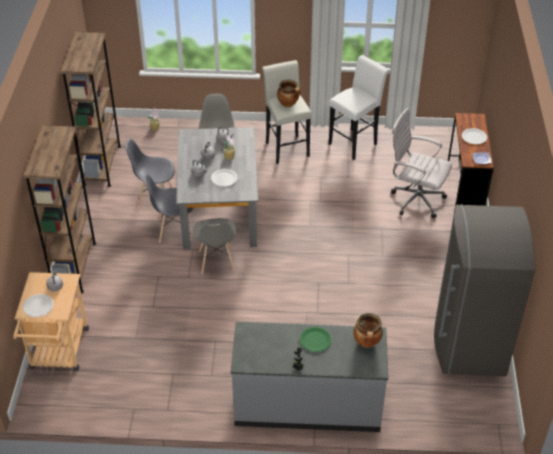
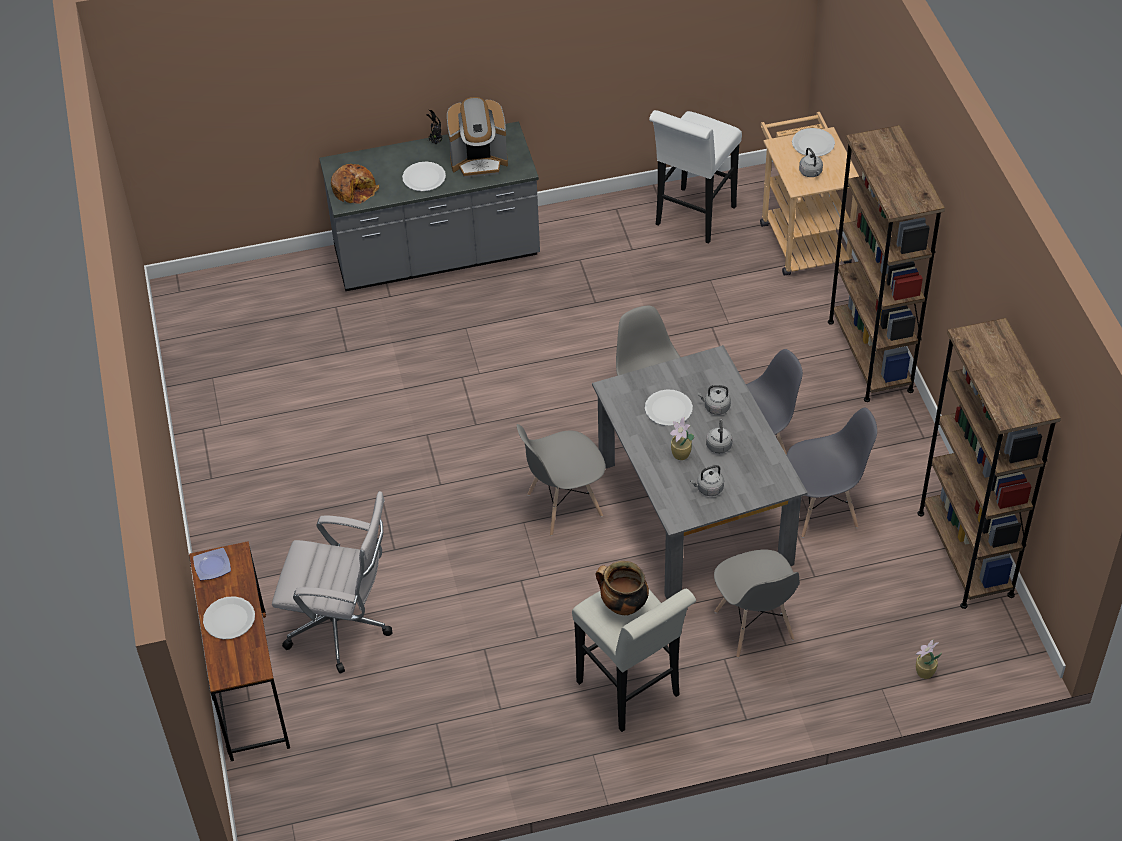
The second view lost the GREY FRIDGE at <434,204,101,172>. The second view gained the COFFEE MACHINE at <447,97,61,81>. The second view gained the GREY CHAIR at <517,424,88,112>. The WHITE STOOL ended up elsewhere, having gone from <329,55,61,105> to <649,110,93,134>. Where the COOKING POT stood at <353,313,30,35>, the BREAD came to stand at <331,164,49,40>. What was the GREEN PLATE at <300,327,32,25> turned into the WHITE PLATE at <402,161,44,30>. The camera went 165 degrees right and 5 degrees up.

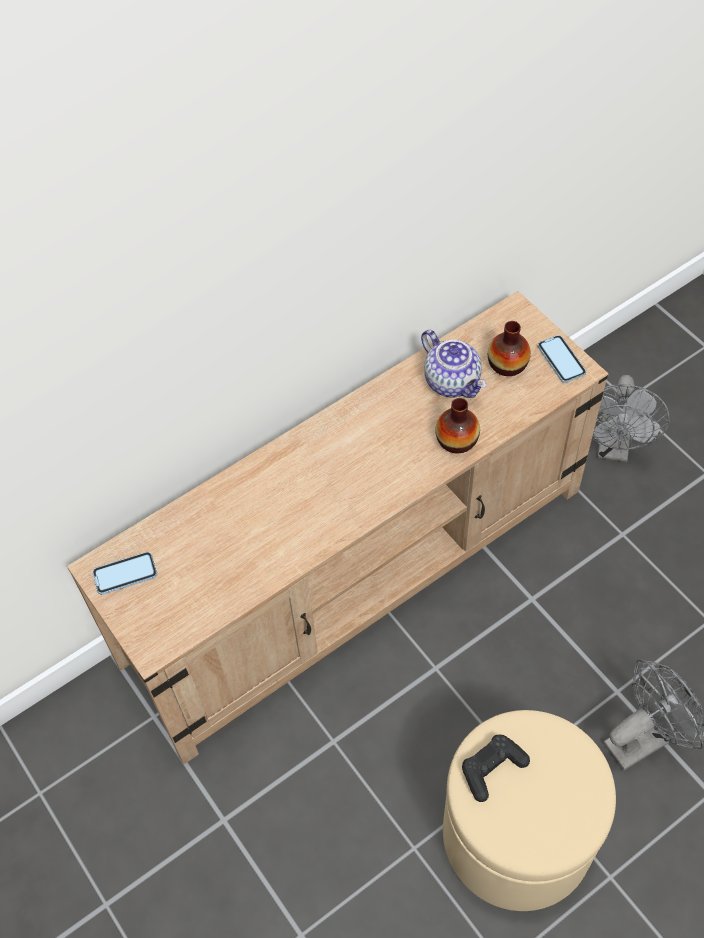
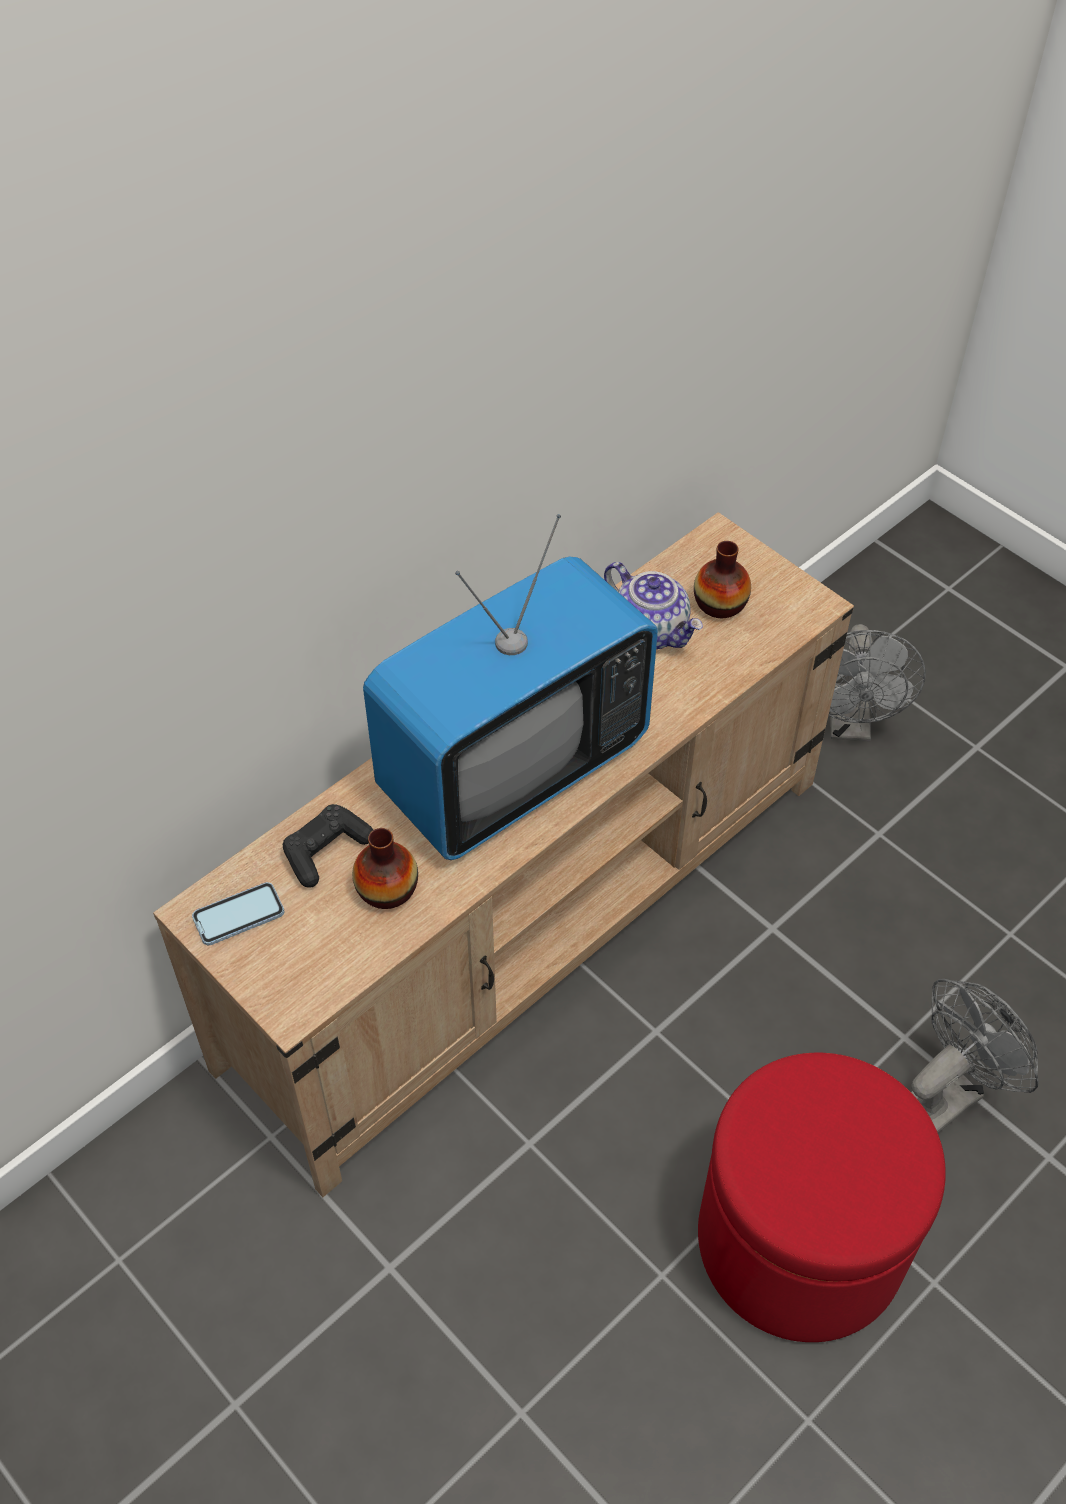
The second view lost the PHONE at <538,335,48,48>. The second view gained the TELEVISION at <363,514,295,346>. The VASE ended up elsewhere, having gone from <435,398,45,55> to <352,828,66,81>. The BLACK GAME CONTROLLER ended up elsewhere, having gone from <462,735,68,67> to <283,804,90,84>. What was the BEIGE OTTOMAN at <443,710,173,201> turned into the RED OTTOMAN at <698,1053,248,289>. The camera went 10 degrees left and 5 degrees down.

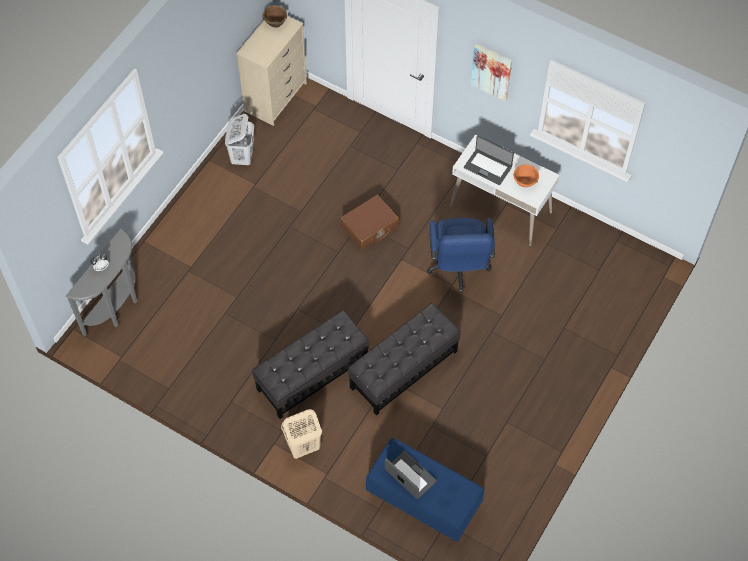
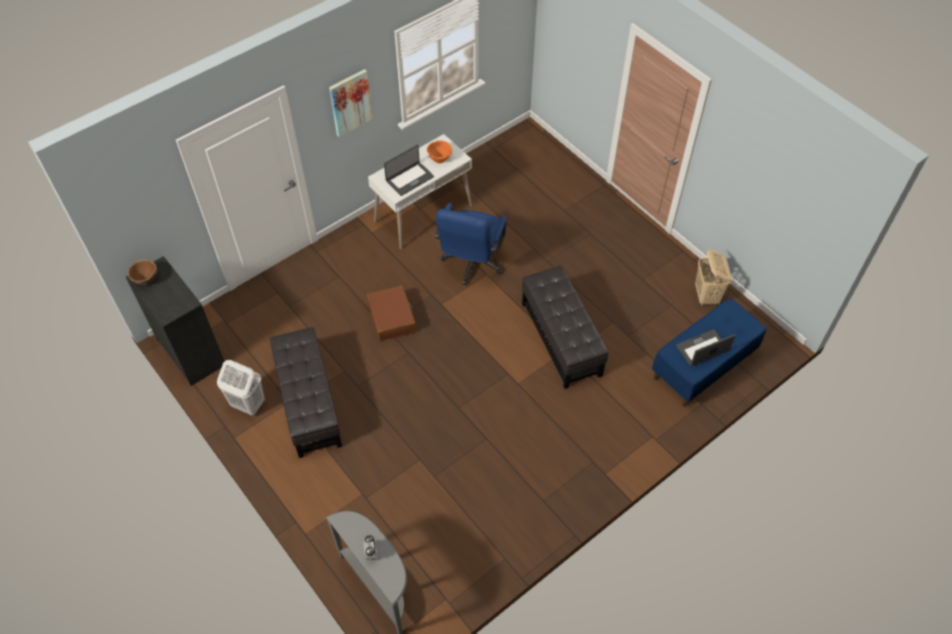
The BLACK OTTOMAN ended up elsewhere, having gone from <252,311,117,108> to <270,327,72,131>. The BEIGE LAUNDRY BASKET ended up elsewhere, having gone from <281,409,41,50> to <695,249,37,57>. What was the BEIGE DRESSER at <236,16,71,110> turned into the BLACK DRESSER at <126,256,99,130>. The BLUE OFFICE CHAIR at <427,218,68,75> ended up facing another way, 90 degrees clockwise from before. The camera went 70 degrees left and 5 degrees down.

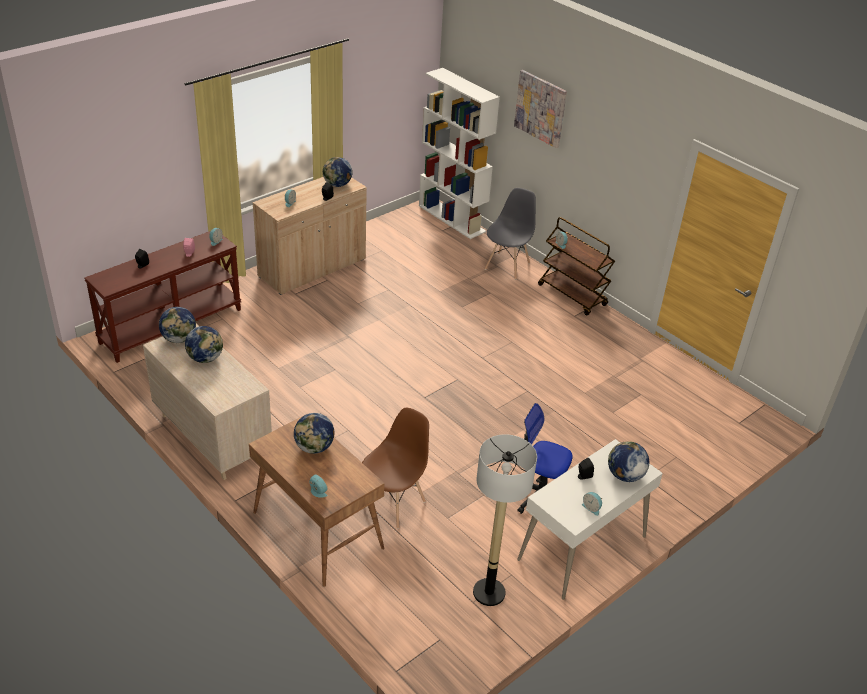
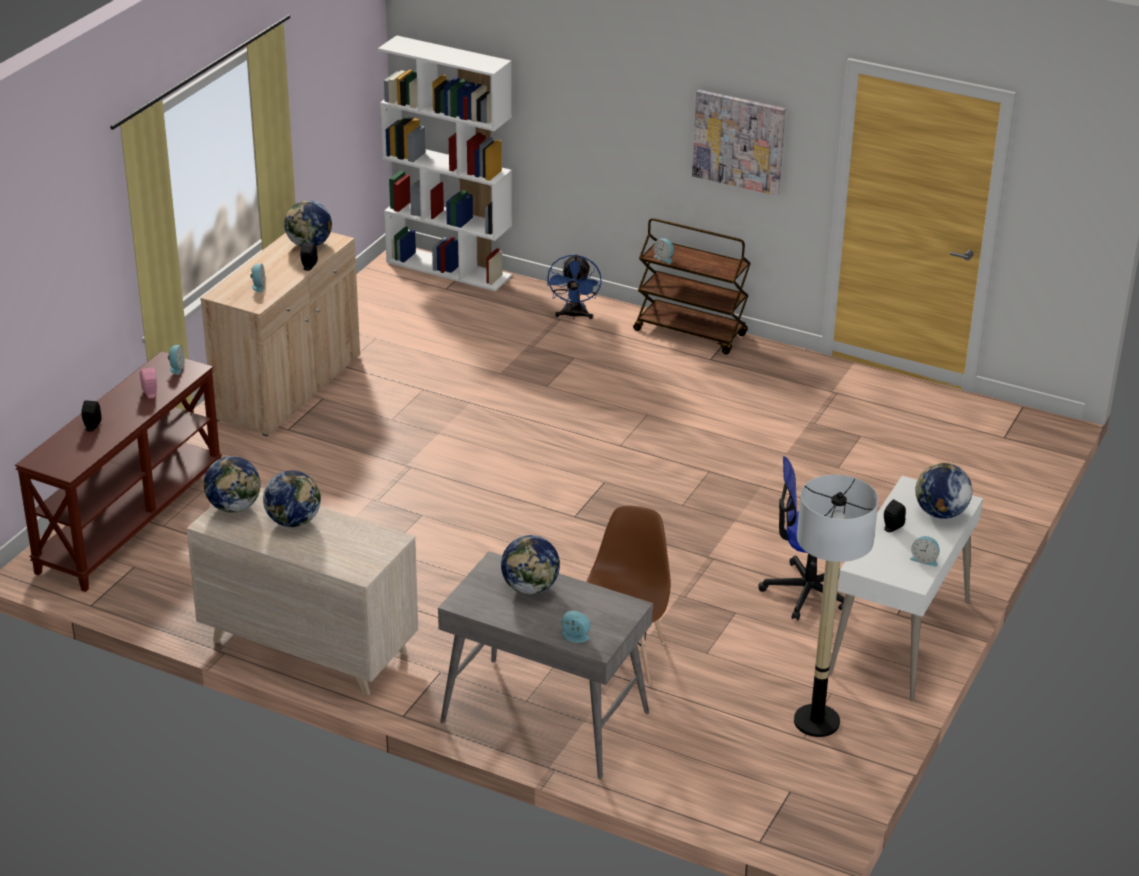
The PICTURE ended up elsewhere, having gone from <514,70,53,78> to <692,90,94,106>. Where the GREY CHAIR stood at <485,188,51,92>, the BLUE FAN came to stand at <547,254,55,65>. What was the BROWN DESK at <249,416,136,171> turned into the GREY DESK at <438,551,215,228>. The camera went 20 degrees left and 5 degrees down.

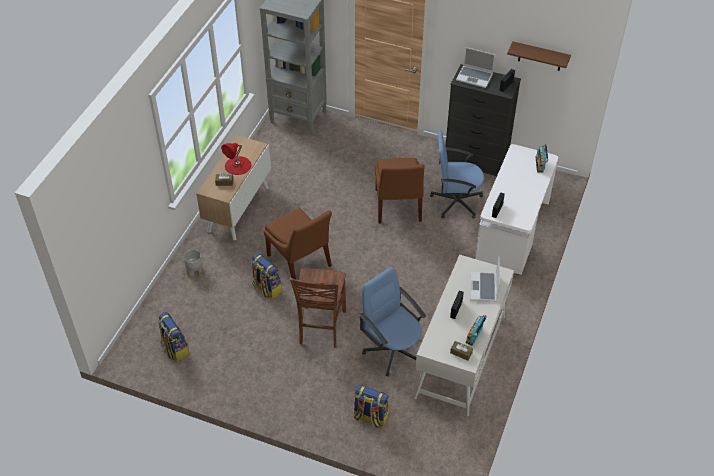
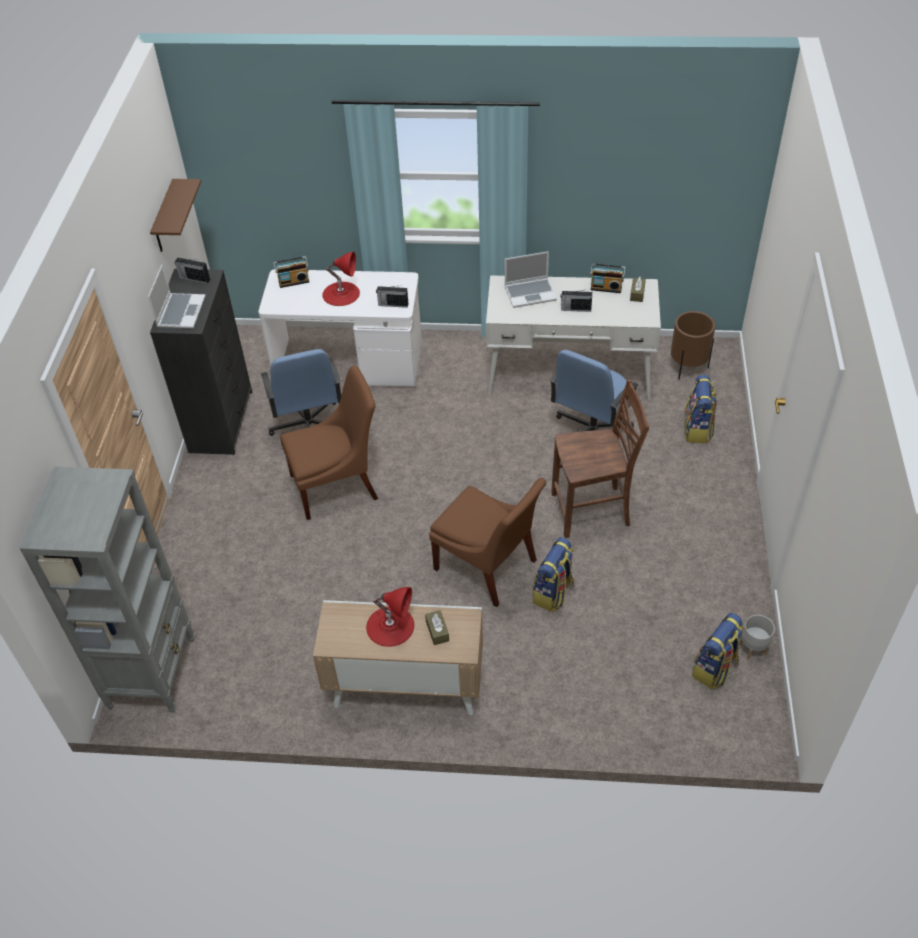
The second view gained the RED TABLE LAMP at <322,252,38,54>. The second view gained the BROWN PLANTER at <671,311,44,68>. The GREY PLANTER ended up elsewhere, having gone from <183,249,20,28> to <740,615,35,44>. The BROWN CHAIR at <264,208,68,71> ended up facing another way, 90 degrees clockwise from before. The camera went 105 degrees left and 0 degrees up.

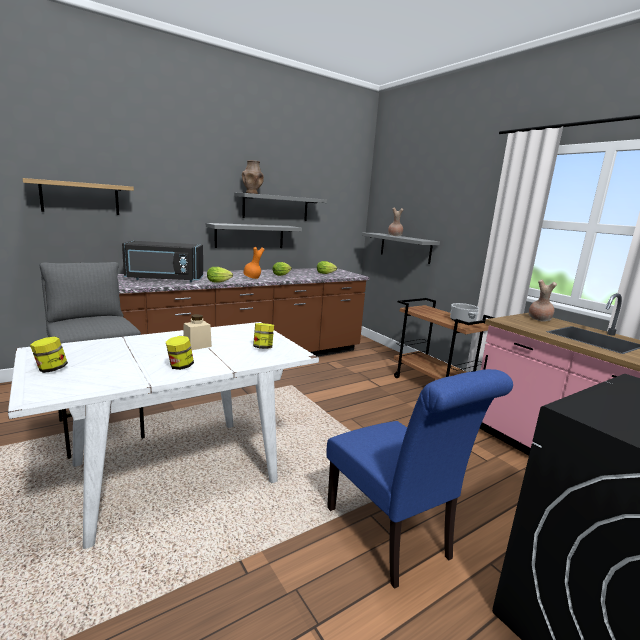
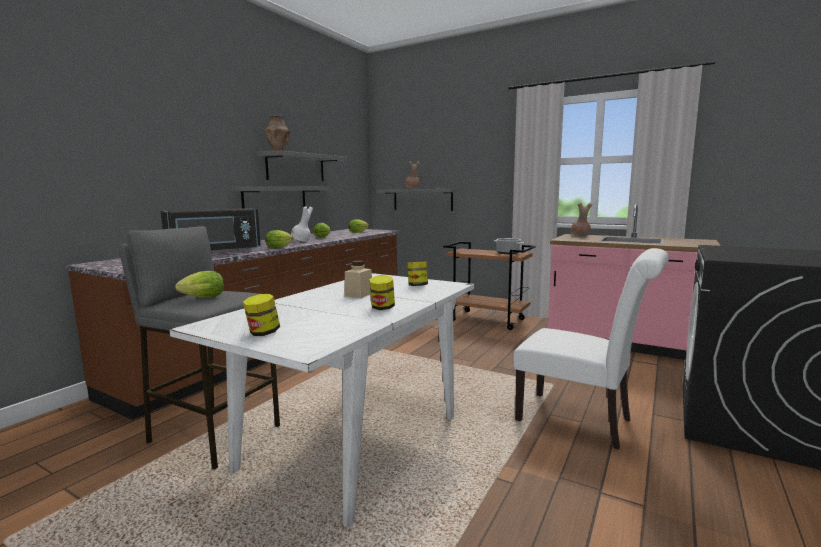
The second view lost the SHELF at <22,178,112,37>. The second view gained the LETTUCE at <175,271,49,27>. What was the ORANGE VASE at <243,247,22,32> turned into the WHITE VASE at <291,206,22,36>. What was the BLUE CHAIR at <327,369,186,220> turned into the WHITE CHAIR at <513,248,156,202>. The camera went 25 degrees left and 5 degrees down.

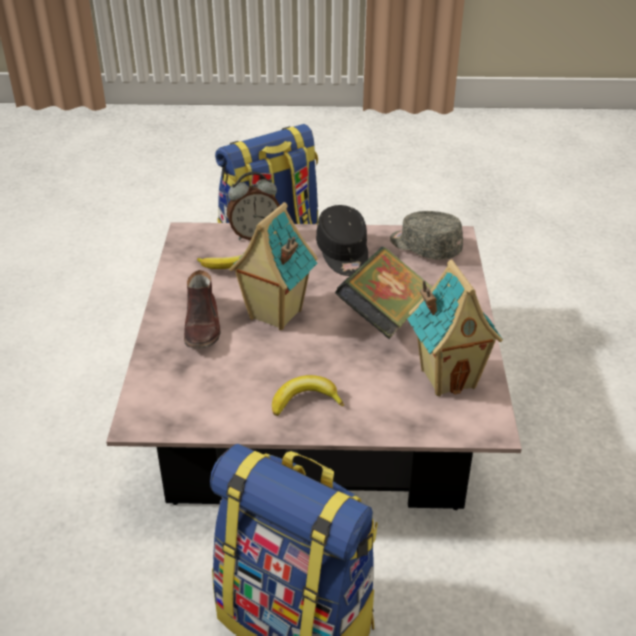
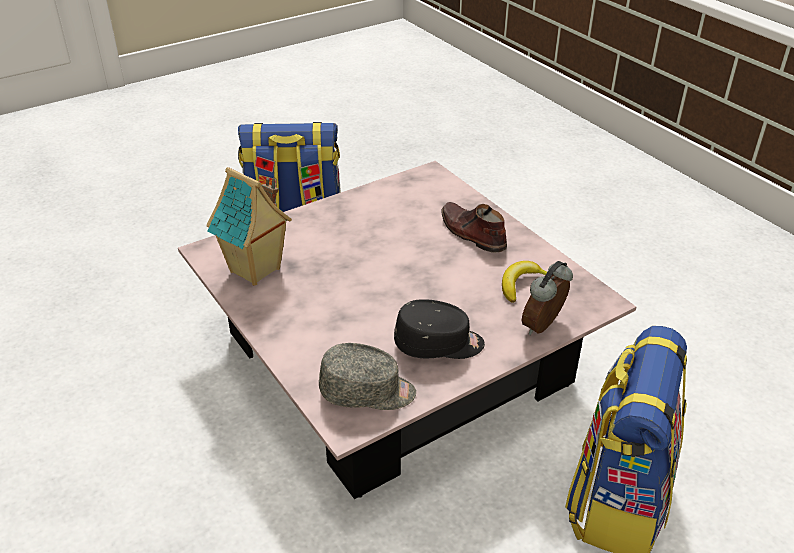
The second view lost the TOY HOUSE at <229,202,89,128>. The second view lost the BANANA at <272,375,72,41>. The second view lost the BOOK at <335,247,98,92>. The BLACK CAP at <316,205,52,71> ended up facing another way, 135 degrees clockwise from before. The camera went 145 degrees right and 0 degrees up.

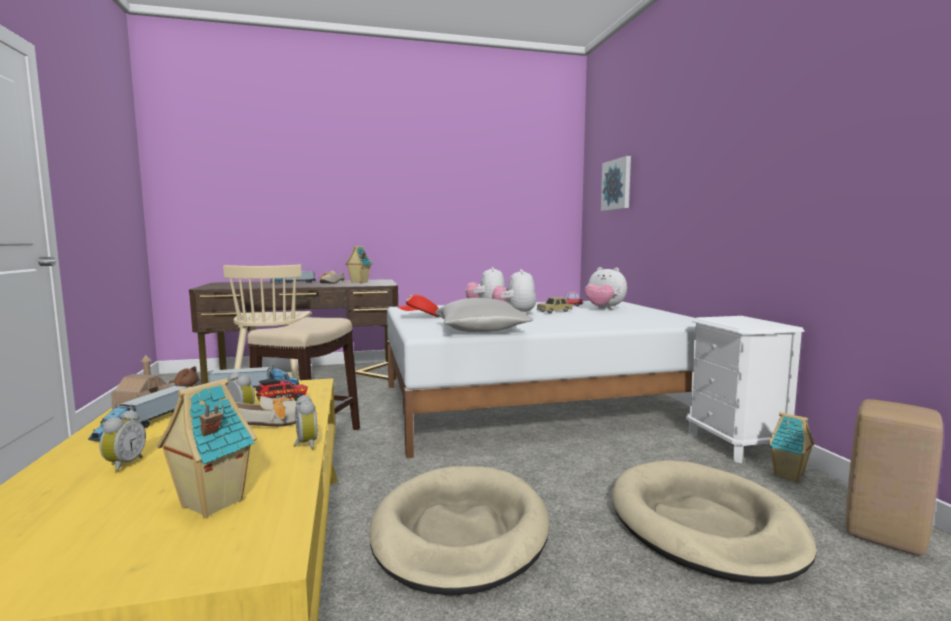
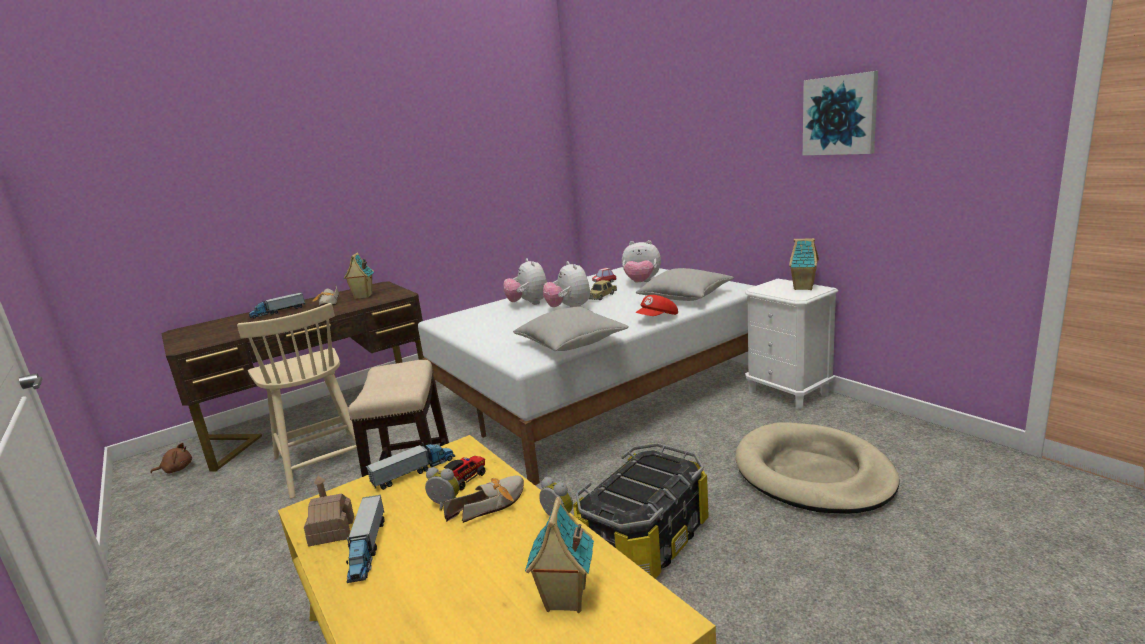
The second view lost the ALARM CLOCK at <100,410,46,62>. The second view lost the BEIGE STOOL at <846,399,97,156>. The second view gained the GREY PILLOW at <636,268,98,33>. The RED CAP ended up elsewhere, having gone from <397,294,43,23> to <635,295,43,21>. The PICTURE ended up elsewhere, having gone from <601,156,30,55> to <803,71,75,84>. The TOY HOUSE ended up elsewhere, having gone from <768,412,47,70> to <789,238,30,52>. Where the BEIGE DOG BED stood at <370,466,179,129>, the STORAGE BOX came to stand at <573,443,136,136>. The camera went 20 degrees left and 10 degrees up.

